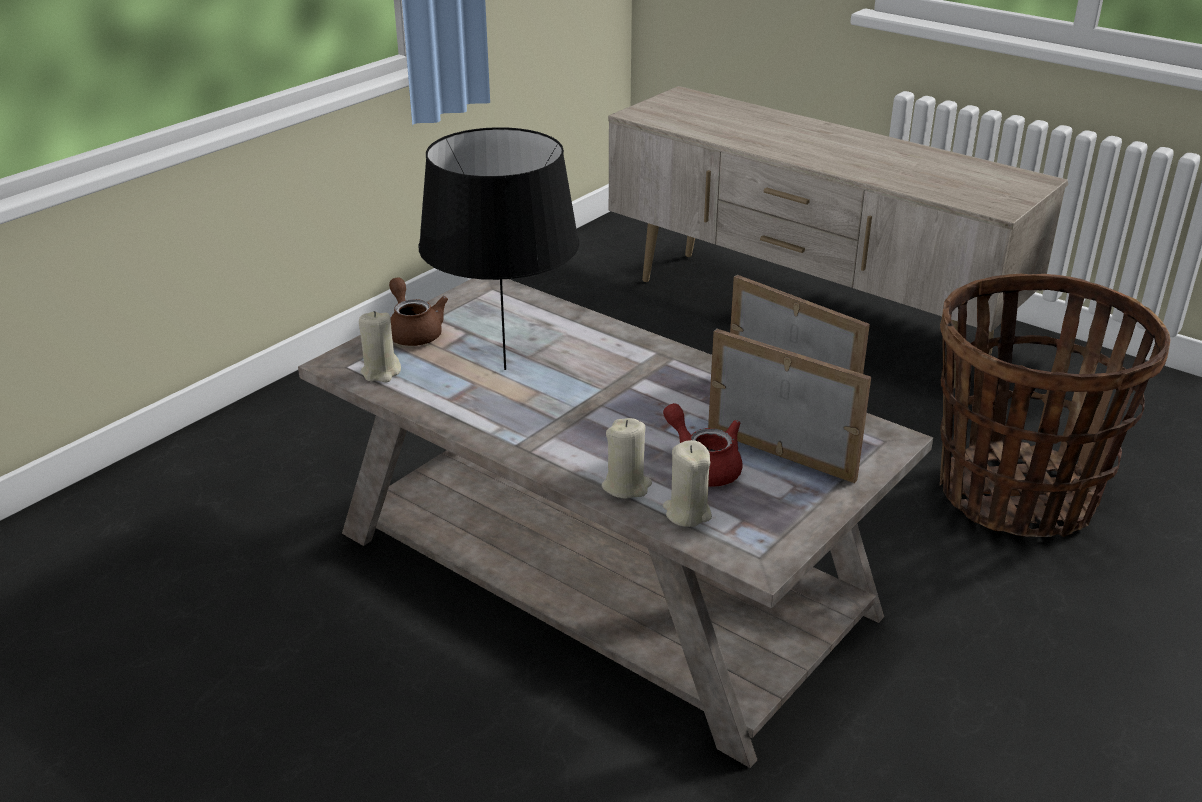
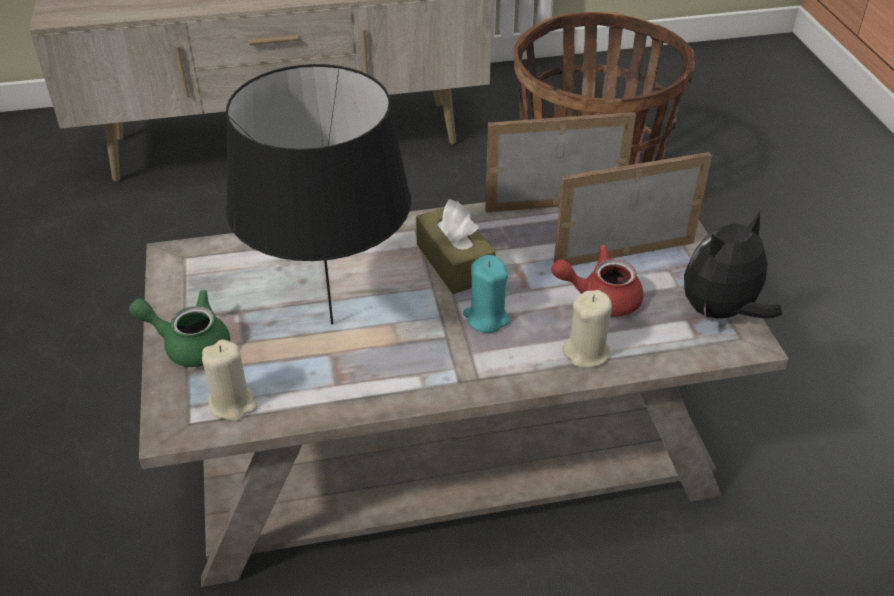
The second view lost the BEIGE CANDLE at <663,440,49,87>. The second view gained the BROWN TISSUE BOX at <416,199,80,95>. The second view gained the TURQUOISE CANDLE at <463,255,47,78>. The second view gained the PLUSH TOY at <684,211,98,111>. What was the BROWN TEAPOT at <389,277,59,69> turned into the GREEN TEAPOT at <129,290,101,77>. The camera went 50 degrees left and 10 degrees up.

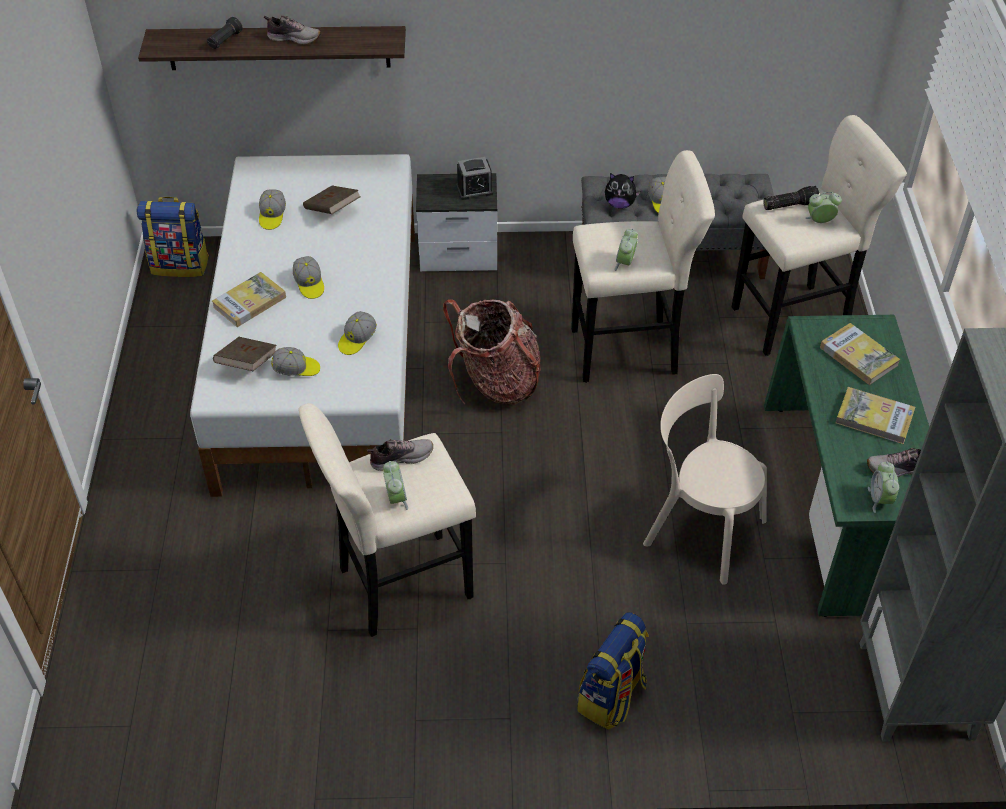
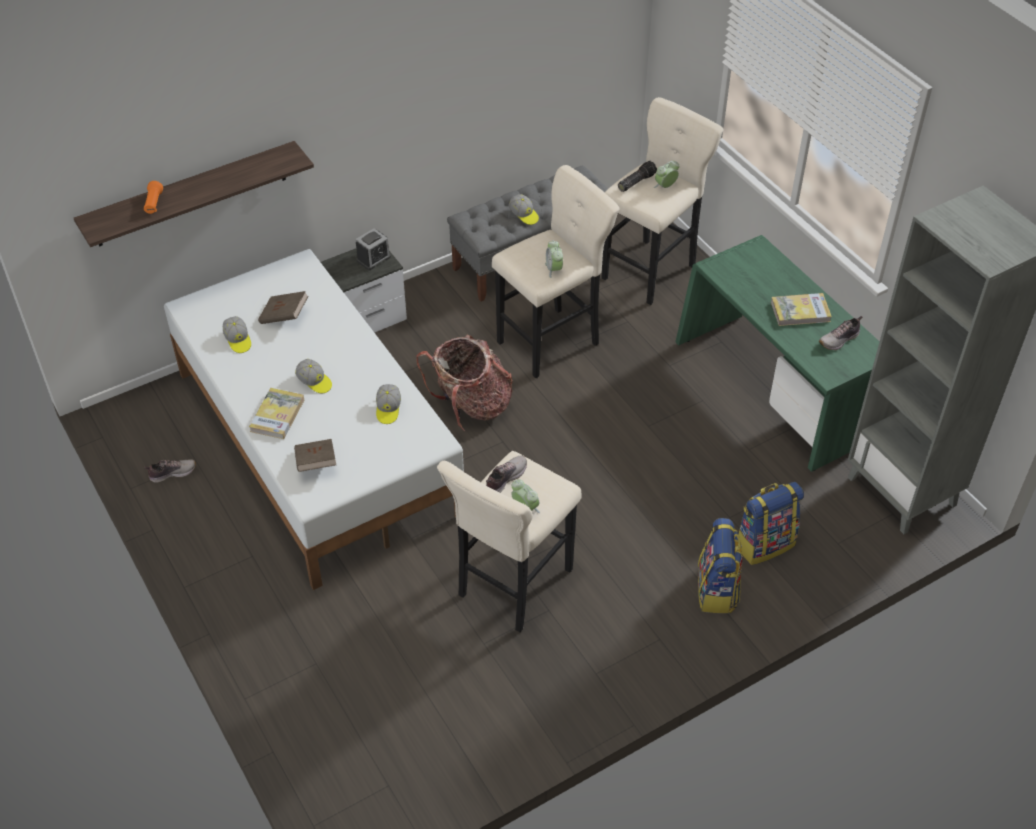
The second view lost the CAP at <271,347,49,29>. The second view lost the PLUSH TOY at <605,173,35,36>. The second view lost the BEIGE CHAIR at <643,374,124,211>. The second view lost the BOOK at <820,323,80,62>. The second view lost the ALARM CLOCK at <868,461,31,52>. The BACKPACK ended up elsewhere, having gone from <137,197,72,80> to <738,482,66,83>. The SHOE ended up elsewhere, having gone from <264,16,57,29> to <144,459,52,24>. What was the BLACK FLASHLIGHT at <207,17,35,32> turned into the ORANGE FLASHLIGHT at <144,181,19,33>. The camera went 30 degrees left and 0 degrees up.

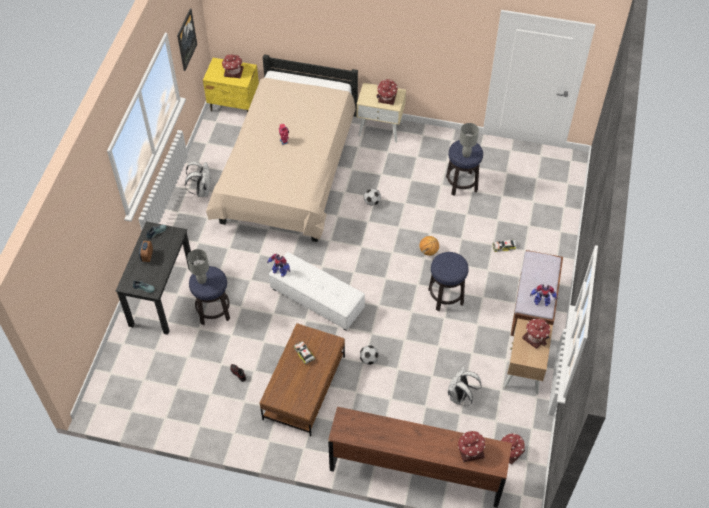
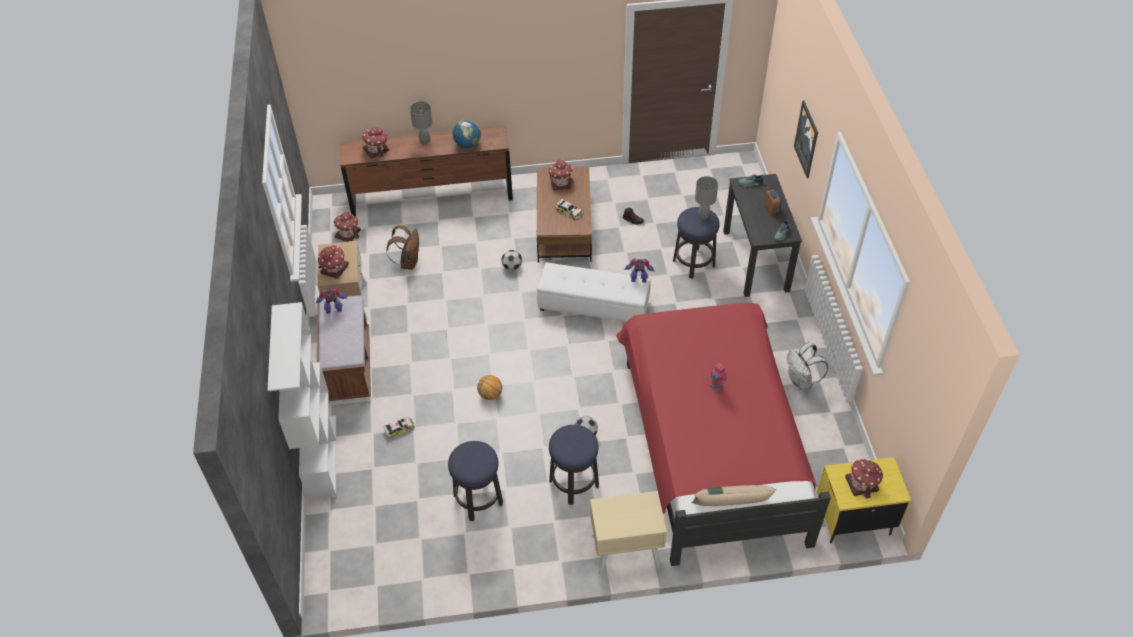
The second view gained the WHITE BOOKCASE at <267,302,69,198>. The second view gained the GLOBE at <453,120,28,28>. The second view gained the BEIGE PILLOW at <691,485,85,21>. The PICTURE ended up elsewhere, having gone from <177,9,20,62> to <794,101,24,77>. The TOY HOUSE ended up elsewhere, having gone from <377,79,21,26> to <549,159,25,32>. The STOOL ended up elsewhere, having gone from <428,252,41,59> to <549,425,50,80>. The GREY TABLE LAMP ended up elsewhere, having gone from <459,123,20,35> to <410,101,22,43>. What was the BEIGE BED at <206,54,152,188> turned into the RED BED at <616,302,215,264>. What was the WHITE BACKPACK at <448,366,34,40> turned into the BROWN BACKPACK at <386,225,33,45>. The camera went 160 degrees right and 5 degrees down.

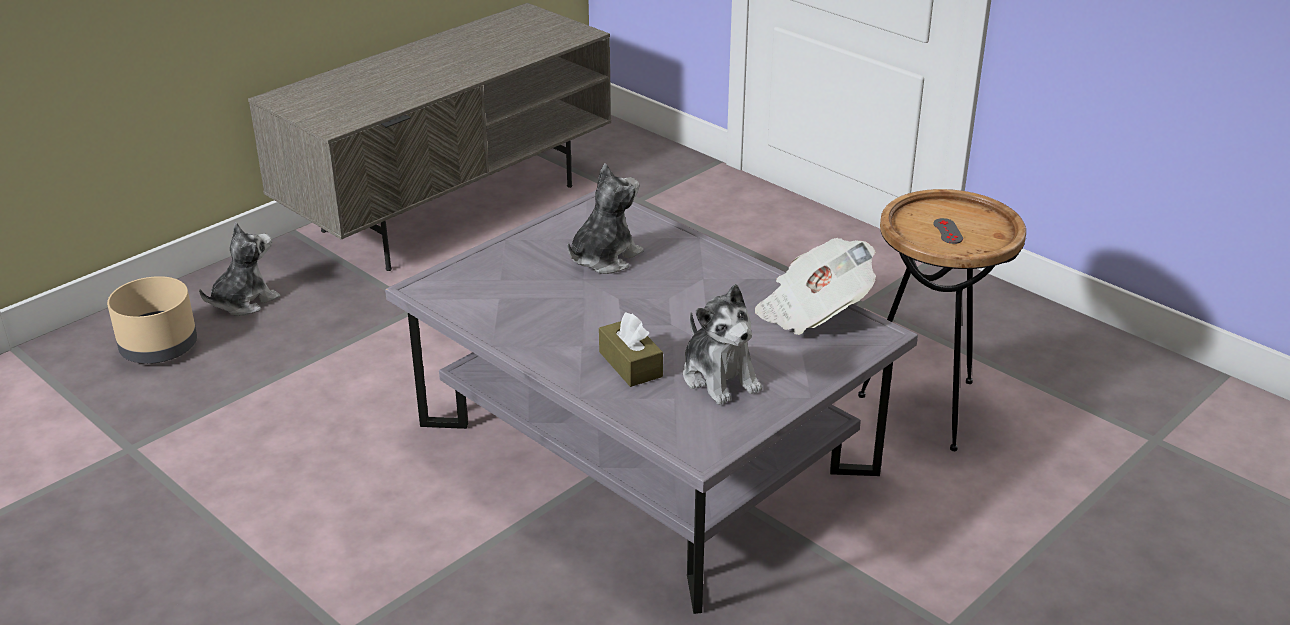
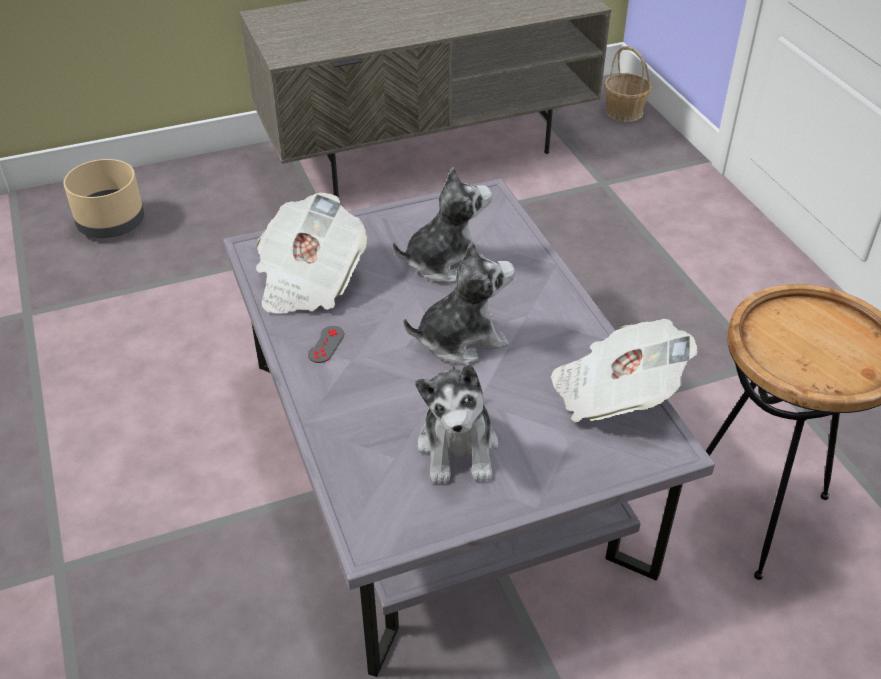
The second view lost the BROWN TISSUE BOX at <599,312,64,75>. The second view gained the NEWSPAPER at <256,193,111,121>. The second view gained the BASKET at <604,46,48,76>. The PLUSH TOY ended up elsewhere, having gone from <199,222,81,94> to <404,241,111,122>. The GREY GAME CONTROLLER ended up elsewhere, having gone from <933,218,30,26> to <308,326,36,37>. The camera went 25 degrees right and 10 degrees up.

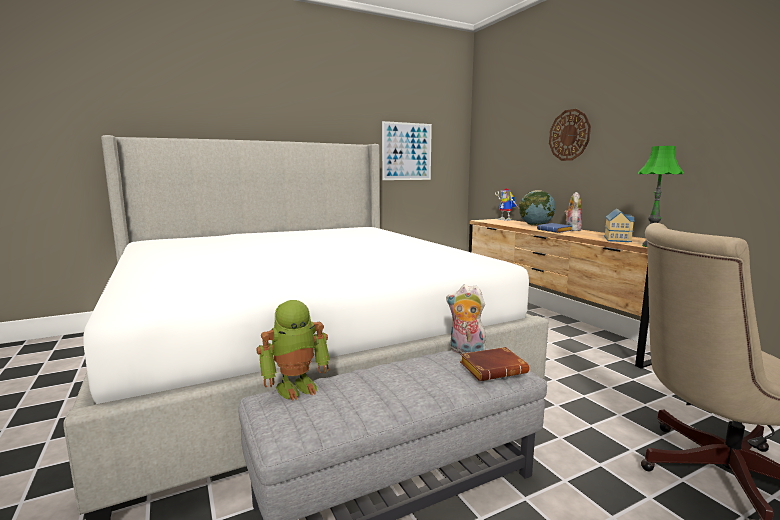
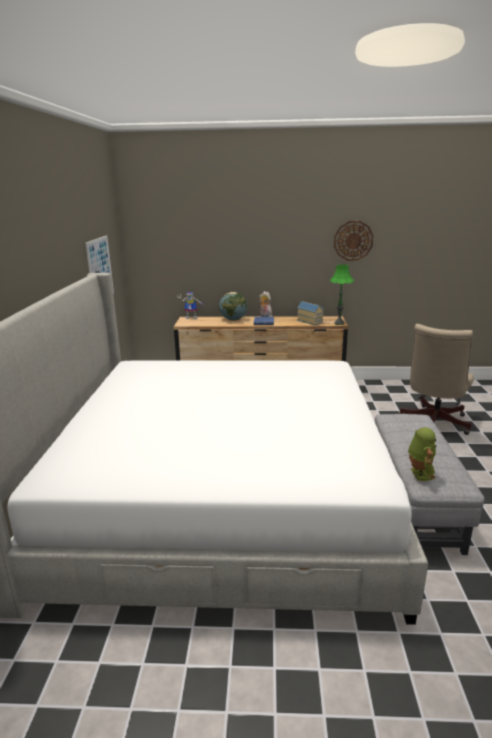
The second view lost the PLUSH TOY at <446,284,40,70>. The second view lost the BROWN BOOK at <460,347,69,34>. The WALL CLOCK ended up elsewhere, having gone from <549,109,42,52> to <334,221,40,40>. The camera went 60 degrees left and 10 degrees up.

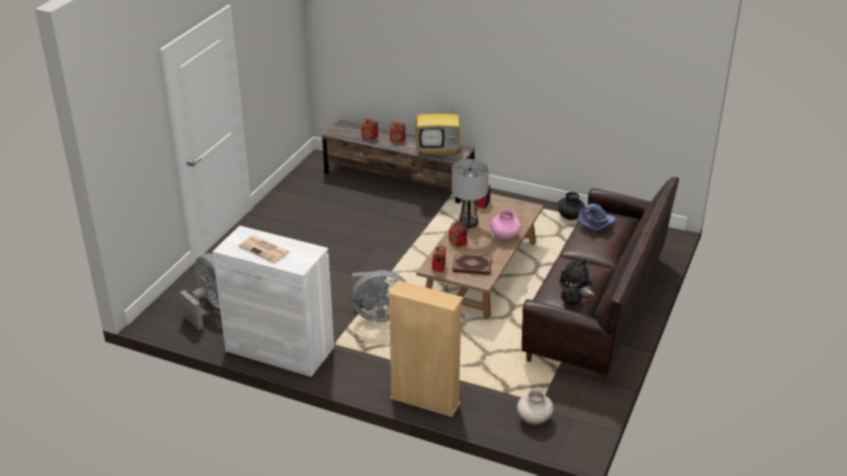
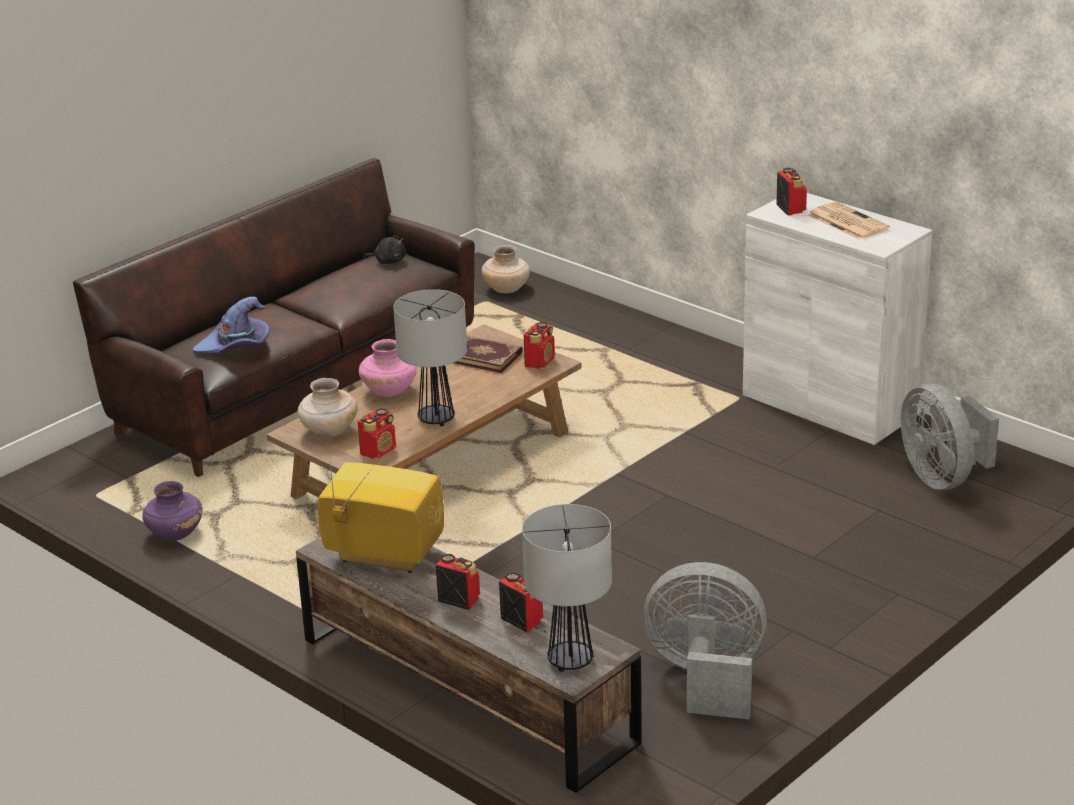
The second view lost the BEIGE BOOKCASE at <388,280,75,137>. The second view lost the PLUSH TOY at <559,258,35,37>. The second view gained the BEIGE VASE at <298,378,60,59>. The second view gained the TABLE LAMP at <522,504,90,168>. The GREY FAN ended up elsewhere, having gone from <351,270,56,52> to <643,562,124,157>. The RADIO ended up elsewhere, having gone from <449,221,18,26> to <776,168,31,48>. What was the BLACK VASE at <557,192,28,28> turned into the PURPLE VASE at <142,481,61,60>. The camera went 160 degrees left and 5 degrees down.

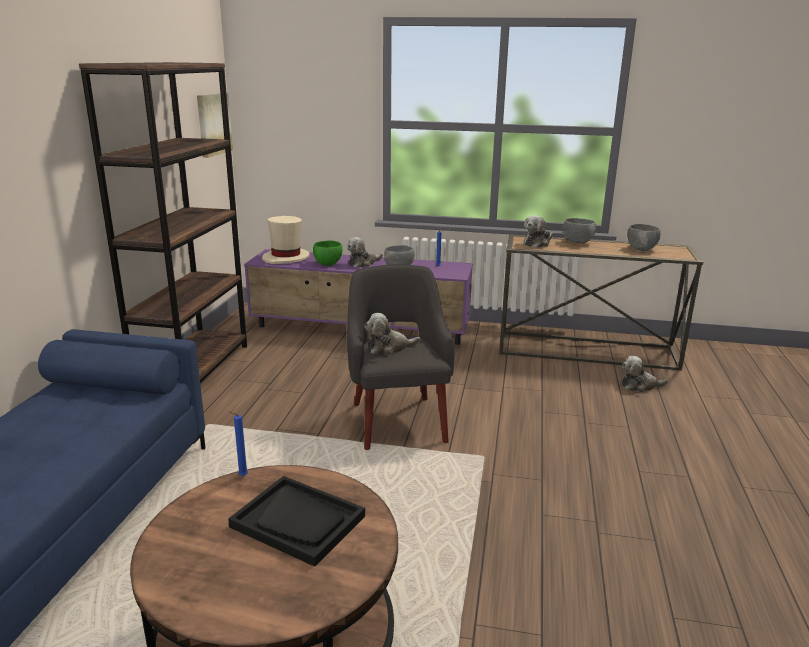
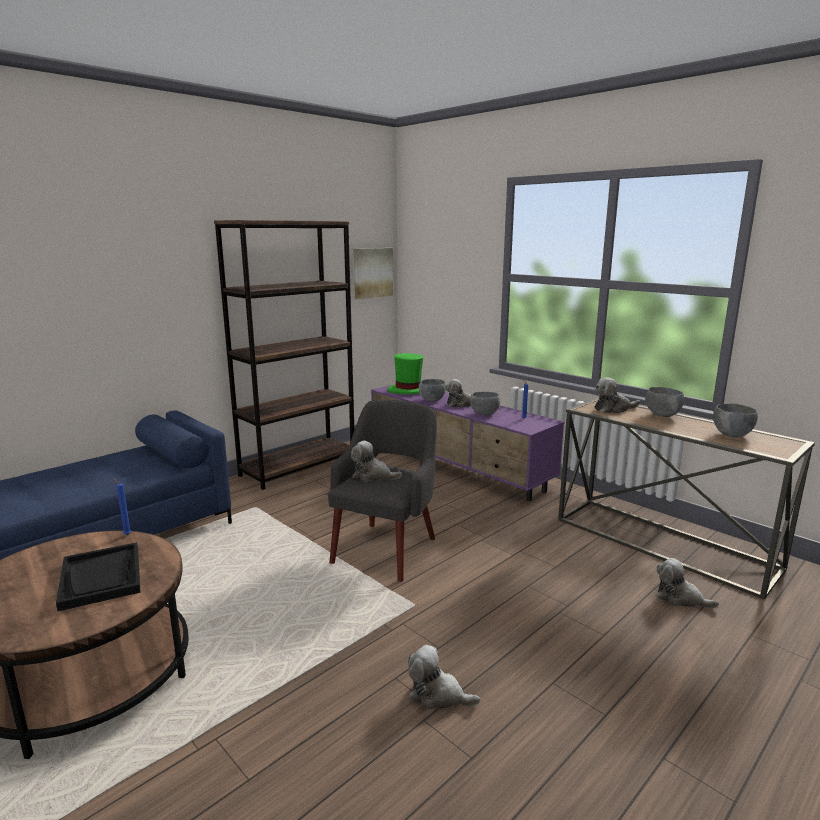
The second view gained the PLUSH TOY at <408,645,72,65>. What was the BEIGE HAT at <262,216,47,48> turned into the GREEN HAT at <387,353,37,41>. What was the GREEN BOWL at <313,240,29,26> turned into the GREY BOWL at <419,379,27,23>. The camera went 35 degrees right and 5 degrees down.

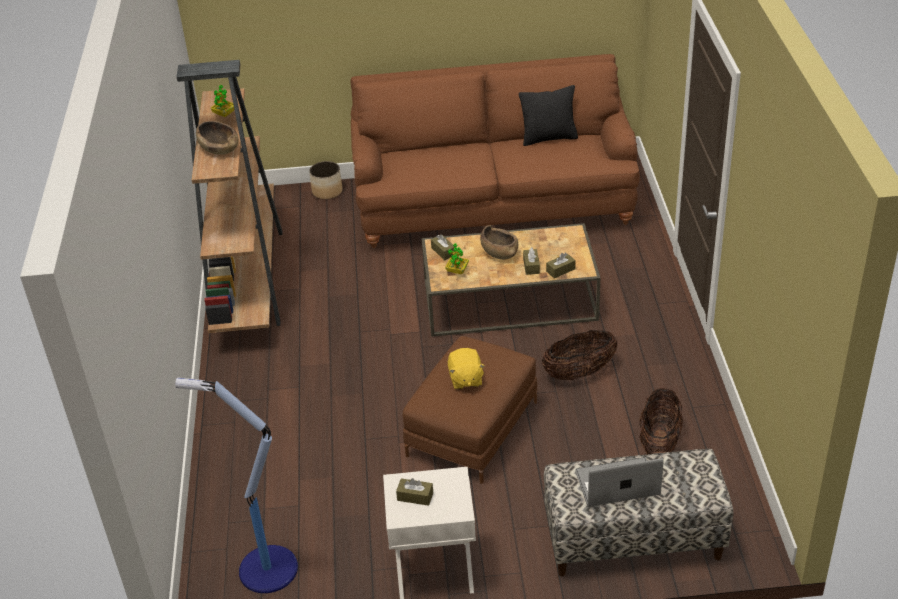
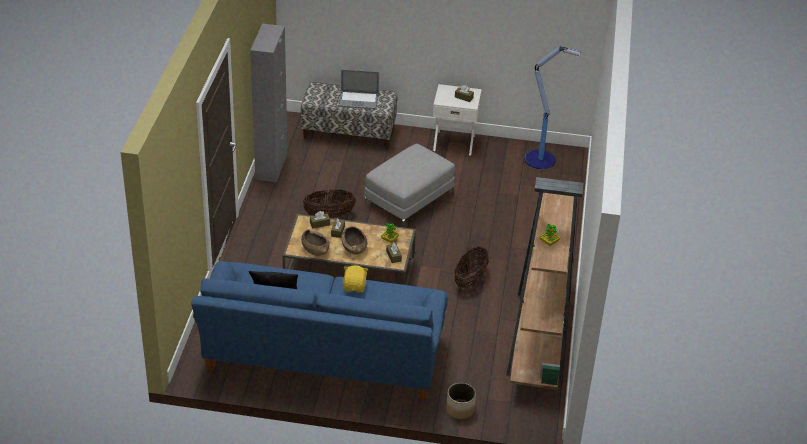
The second view gained the GREY CABINET at <250,23,38,159>. The BROWN BOWL ended up elsewhere, having gone from <196,121,43,34> to <301,229,28,27>. The YELLOW PLUSH TOY ended up elsewhere, having gone from <448,348,37,41> to <343,265,25,28>. The BASKET ended up elsewhere, having gone from <639,388,44,66> to <454,247,35,41>. What was the BROWN SOFA at <350,54,290,194> turned into the BLUE SOFA at <191,261,257,139>. What was the BROWN OTTOMAN at <402,336,135,148> turned into the GREY OTTOMAN at <364,144,91,83>. The camera went 170 degrees left and 0 degrees up.

